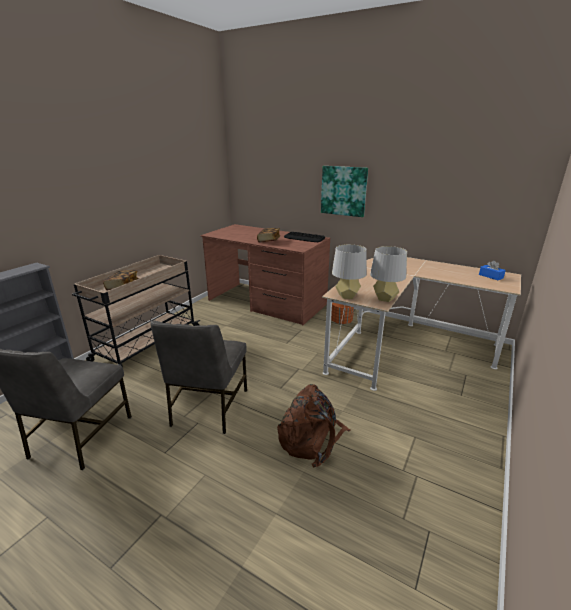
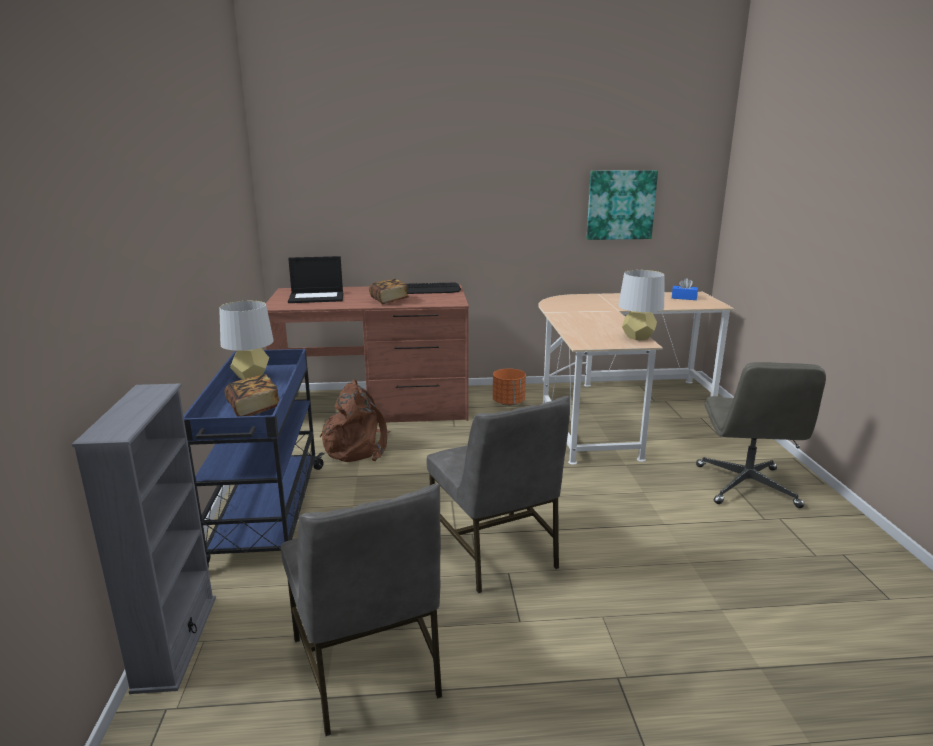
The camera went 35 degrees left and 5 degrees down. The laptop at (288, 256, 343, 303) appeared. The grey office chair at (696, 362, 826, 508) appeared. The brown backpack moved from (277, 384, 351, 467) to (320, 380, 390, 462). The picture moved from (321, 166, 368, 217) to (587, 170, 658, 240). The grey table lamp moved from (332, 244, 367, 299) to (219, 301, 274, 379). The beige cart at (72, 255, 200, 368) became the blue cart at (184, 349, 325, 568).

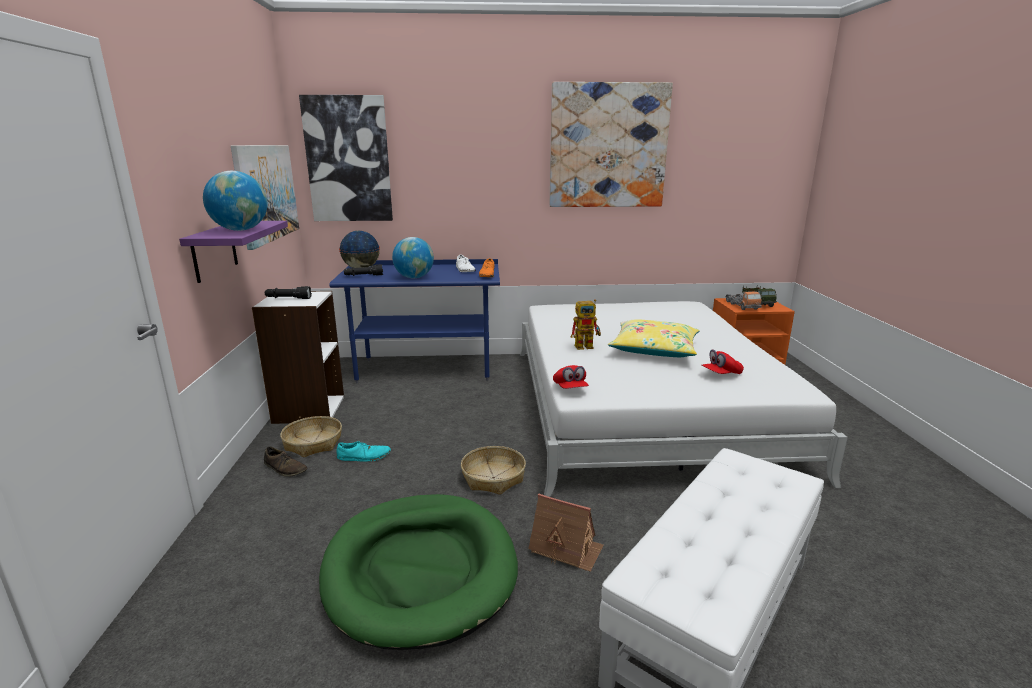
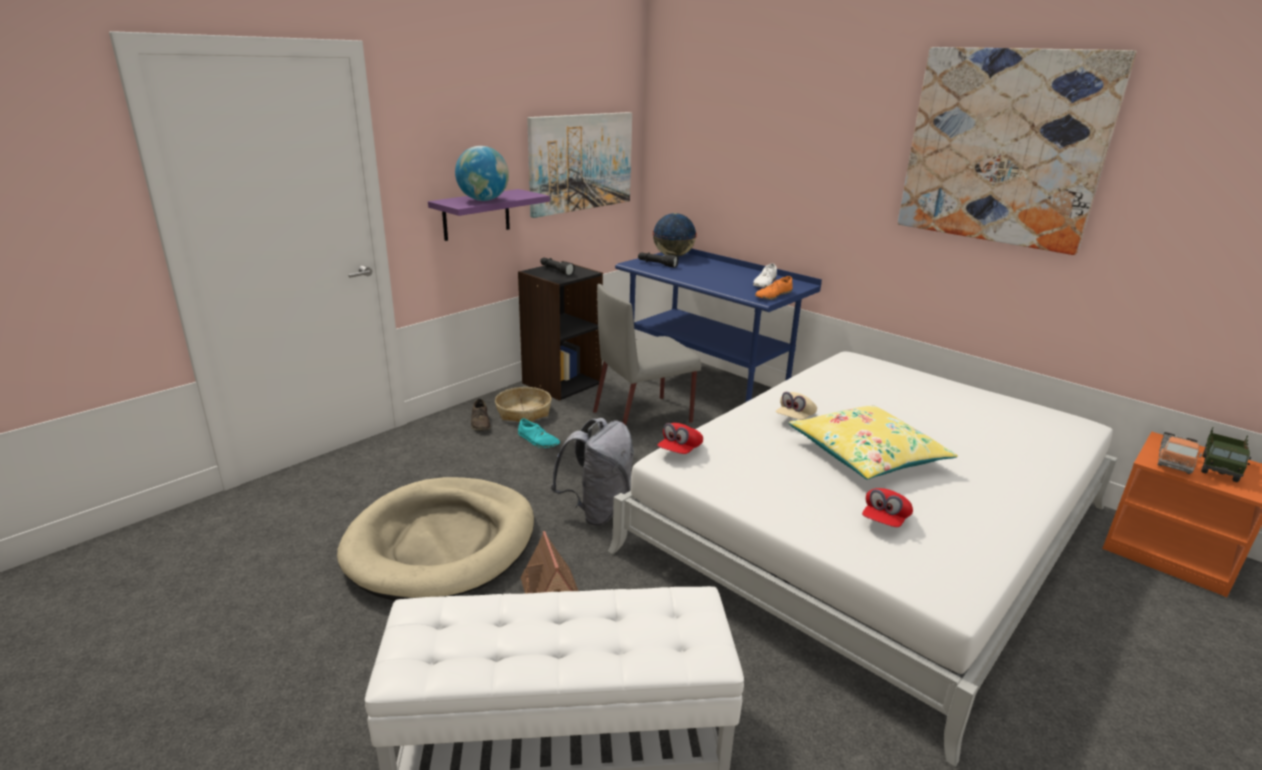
The camera went 45 degrees right and 5 degrees up. The picture at (299, 95, 393, 221) disappeared. The globe at (392, 237, 434, 278) disappeared. The grey chair at (593, 284, 701, 425) appeared. The basket at (461, 446, 526, 495) was replaced by the grey backpack at (550, 418, 634, 526). The toy robot at (571, 299, 601, 350) was replaced by the beige cap at (776, 392, 817, 420). The white bookcase at (252, 291, 344, 424) became the black bookcase at (518, 261, 603, 401). The green dog bed at (319, 494, 518, 650) became the beige dog bed at (337, 477, 534, 601). The red cap at (701, 349, 744, 374) turned 75 degrees counterclockwise.

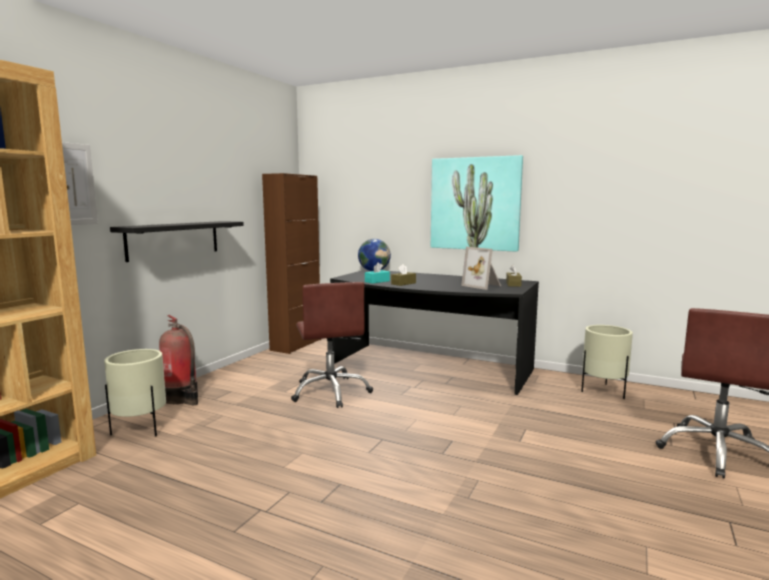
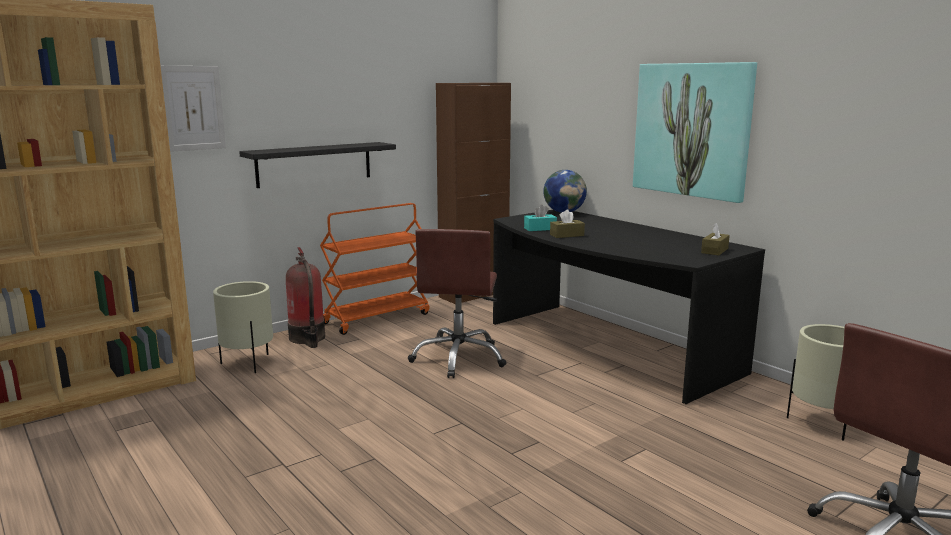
The camera went 25 degrees right and 5 degrees up. The picture frame at (461, 247, 501, 290) disappeared. The orange cart at (320, 203, 429, 335) appeared.

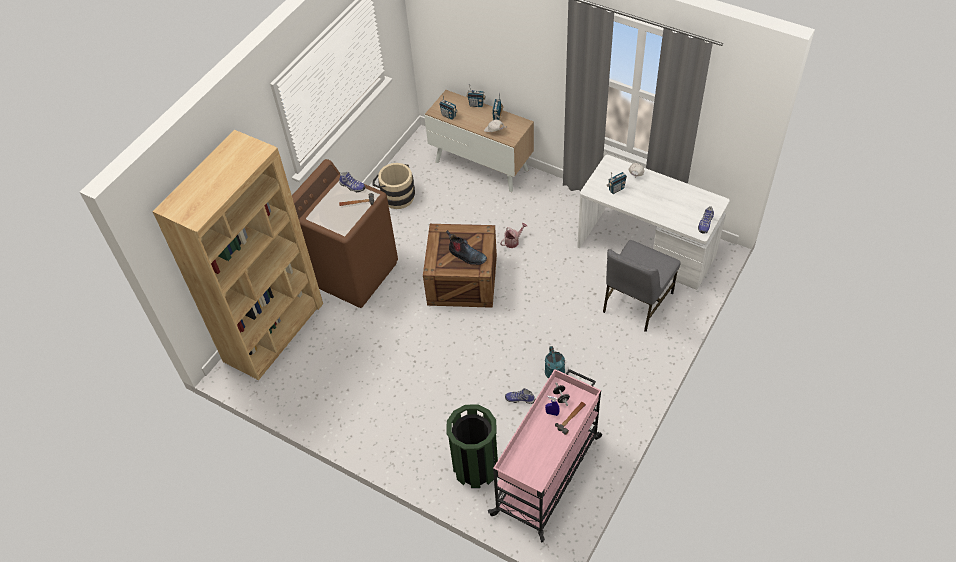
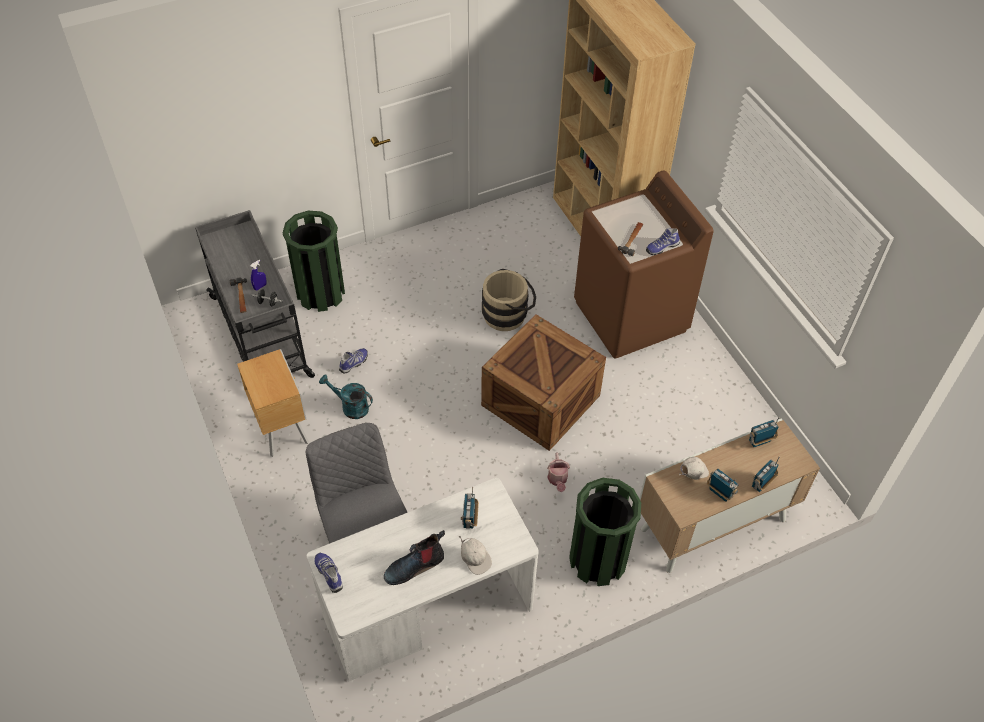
The camera went 120 degrees right and 0 degrees up. The brown nightstand at (237, 349, 309, 457) appeared. The green trash can at (569, 478, 641, 586) appeared. The beige bucket moved from (373, 163, 415, 209) to (482, 268, 536, 331). The boot moved from (446, 230, 487, 265) to (384, 530, 445, 585). The pink cart at (488, 369, 602, 542) became the grey cart at (195, 210, 315, 378).

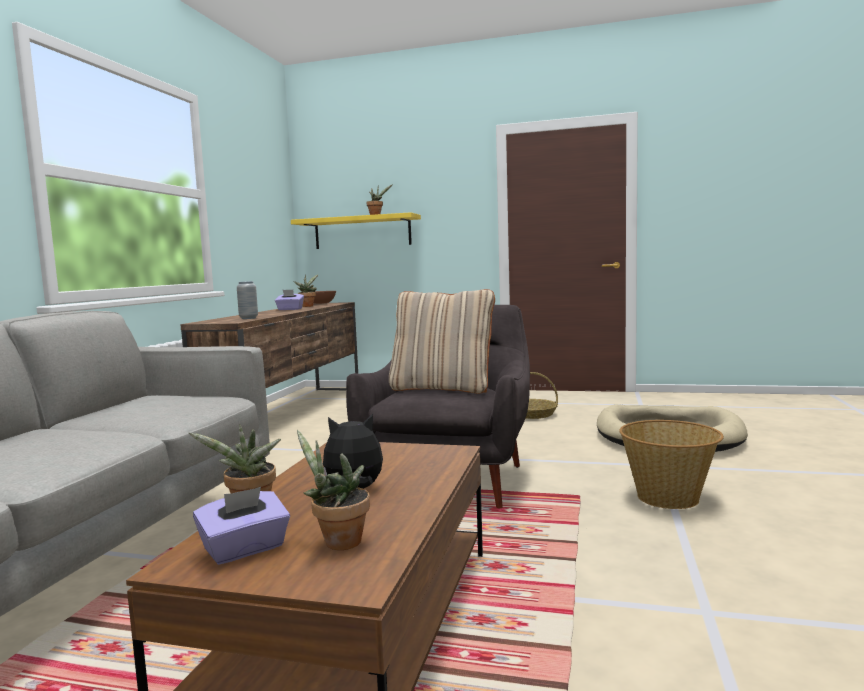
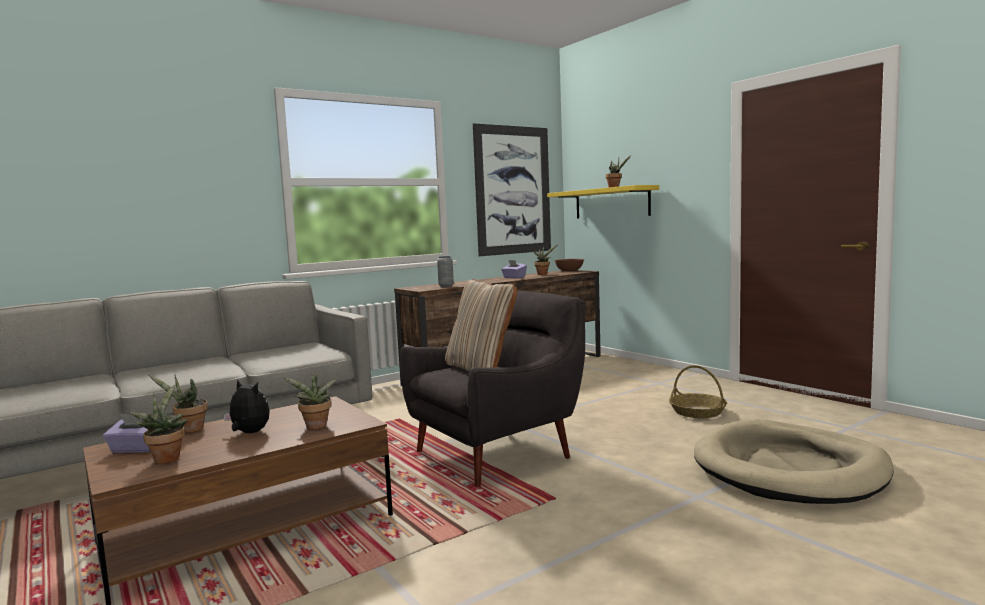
The camera went 40 degrees right and 0 degrees up. The basket at (619, 420, 724, 509) disappeared. The potted plant at (284, 371, 337, 429) appeared. The picture at (473, 124, 551, 256) appeared.

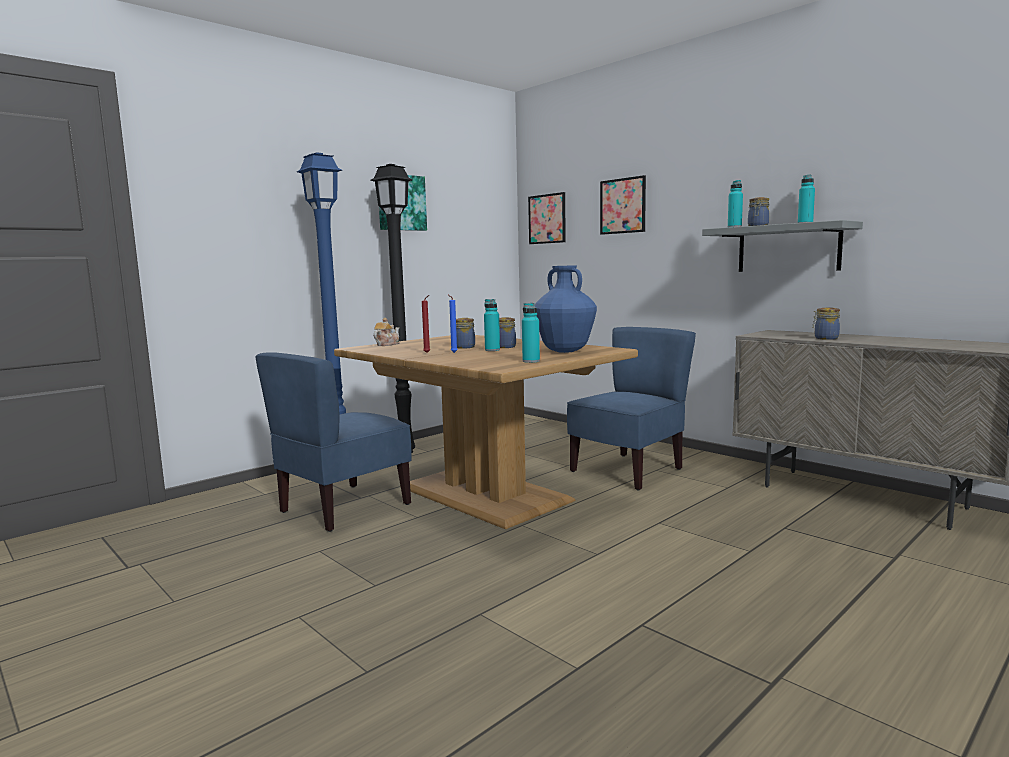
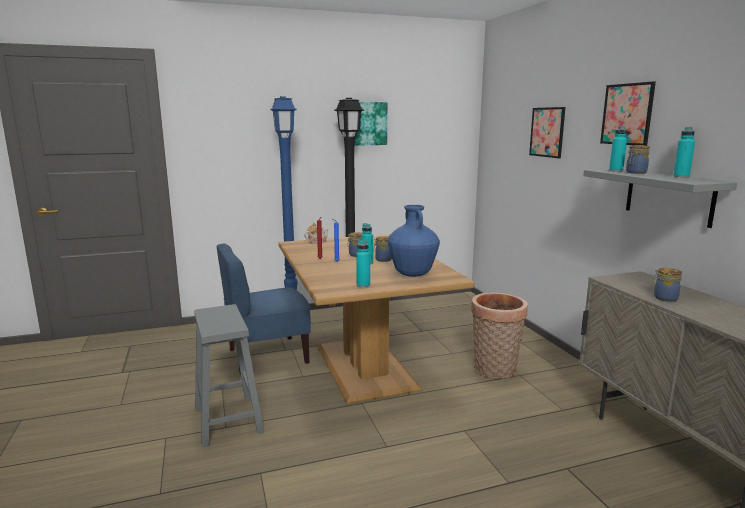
The camera went 25 degrees right and 5 degrees up. The grey stool at (194, 304, 264, 447) appeared. The picture moved from (528, 192, 566, 244) to (600, 81, 656, 146). The blue chair at (567, 327, 696, 490) was replaced by the basket at (471, 292, 528, 378).

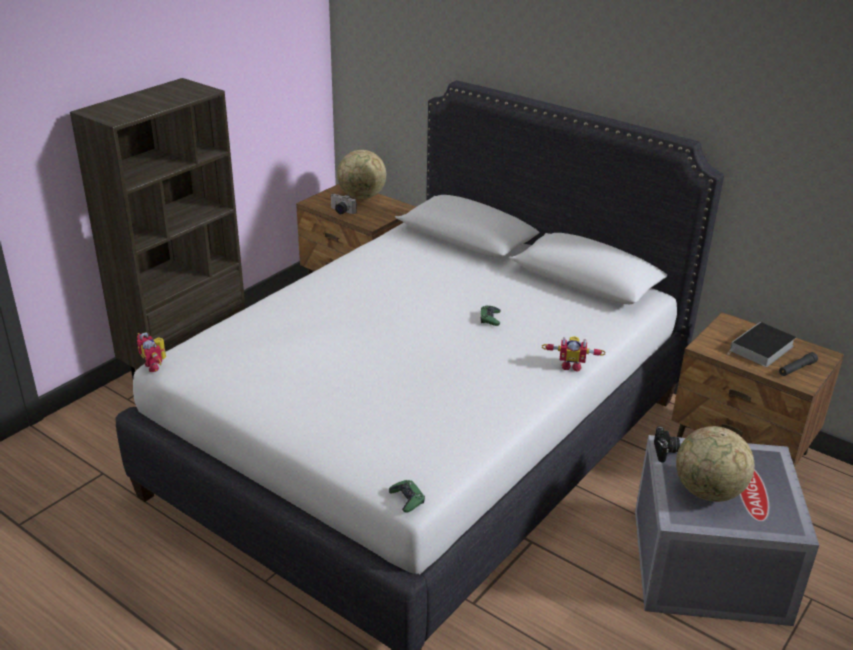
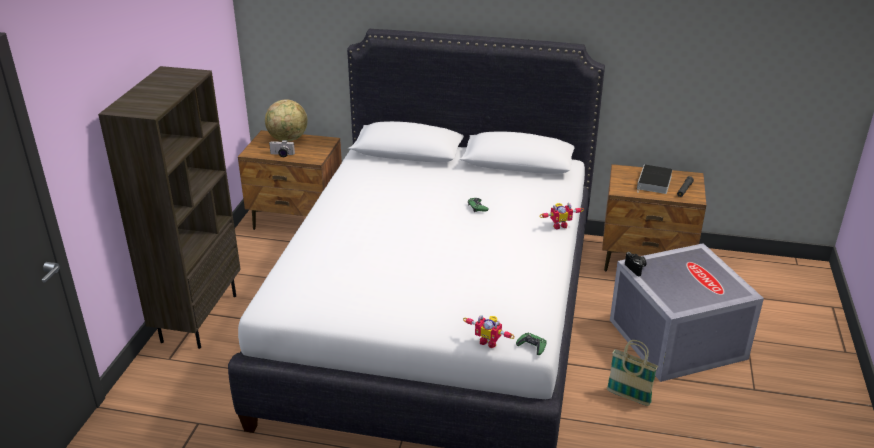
The camera went 25 degrees left and 0 degrees up. The globe at (676, 426, 754, 502) disappeared. The basket at (607, 340, 658, 406) appeared. The toy robot moved from (137, 333, 166, 372) to (463, 315, 515, 348).

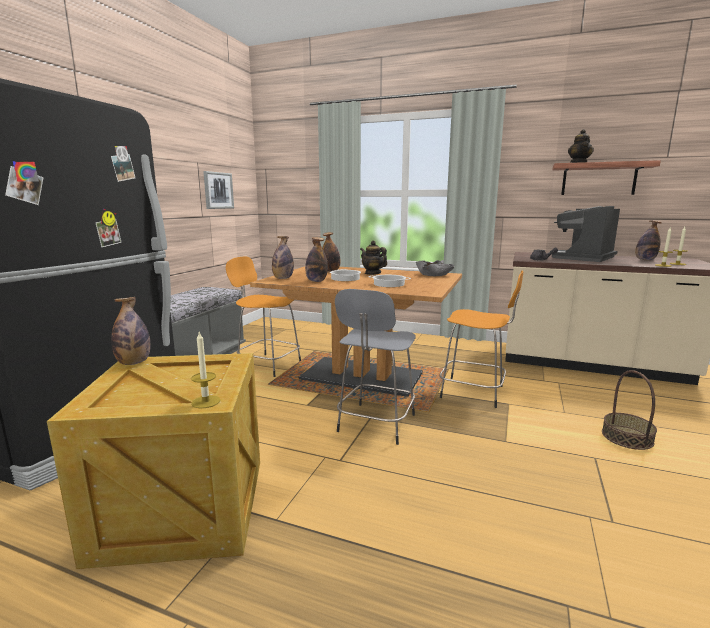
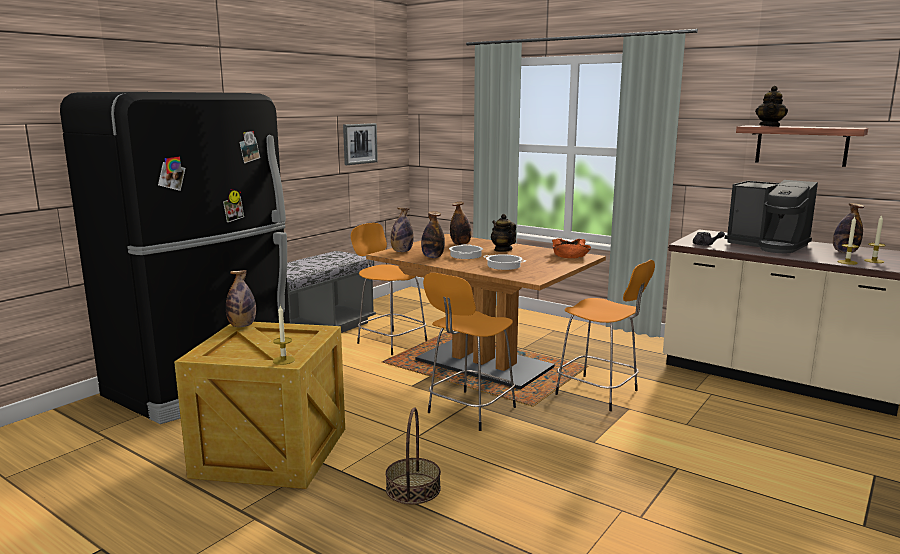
The camera went 15 degrees right and 0 degrees up. The basket moved from (602, 370, 657, 450) to (385, 407, 441, 504). The grey stool at (335, 289, 416, 445) became the orange stool at (423, 273, 516, 431). The grey bowl at (416, 260, 455, 276) became the orange bowl at (552, 238, 591, 258). The coffee machine at (550, 206, 620, 262) turned 105 degrees counterclockwise.

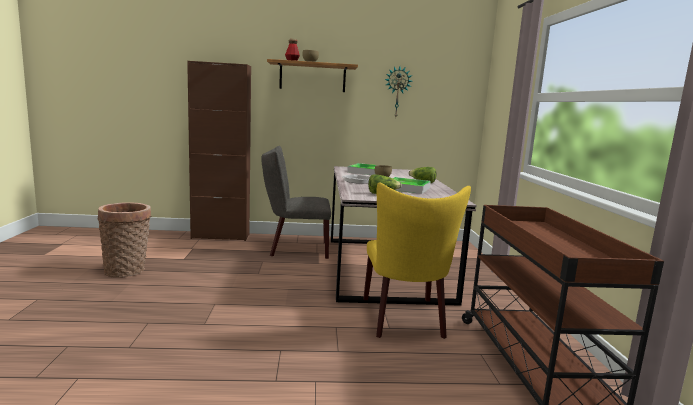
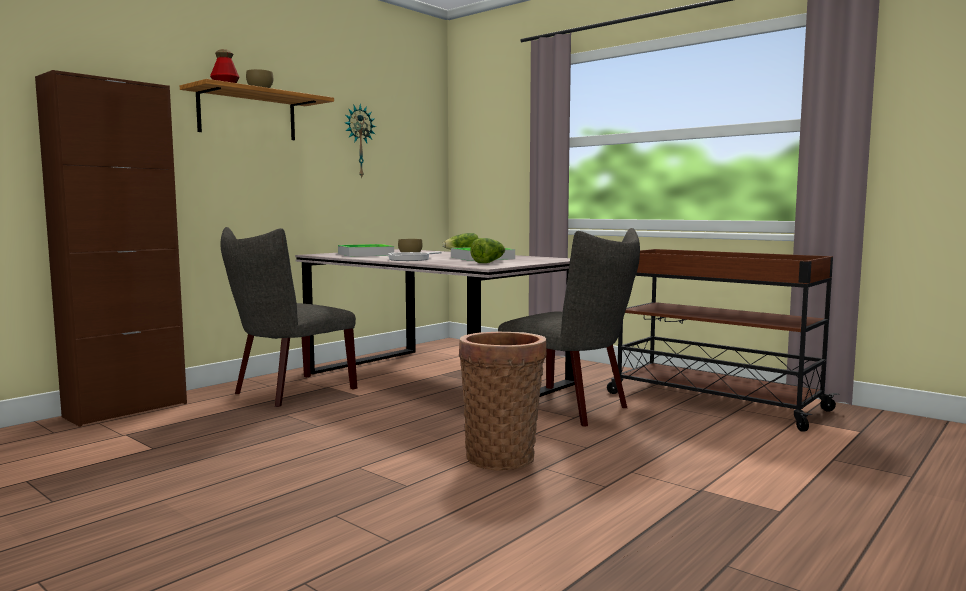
The camera went 45 degrees left and 5 degrees down. The basket moved from (98, 202, 151, 278) to (459, 332, 547, 470). The yellow chair at (363, 182, 471, 339) became the grey chair at (498, 228, 640, 427).

